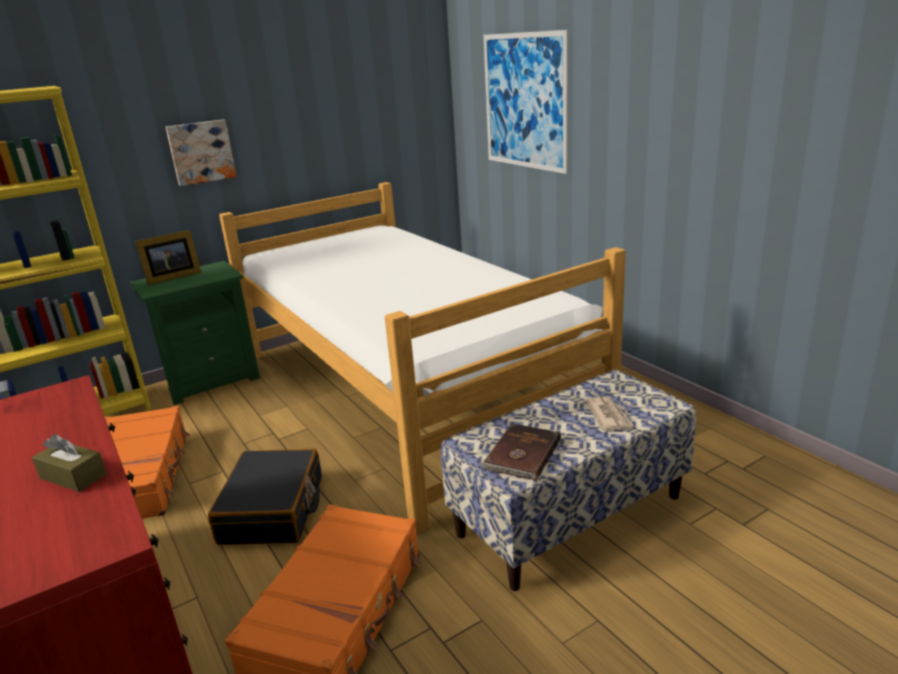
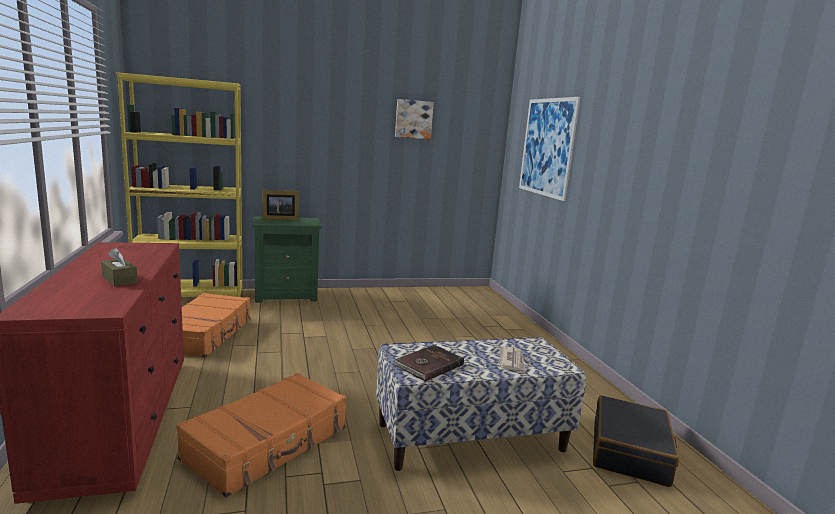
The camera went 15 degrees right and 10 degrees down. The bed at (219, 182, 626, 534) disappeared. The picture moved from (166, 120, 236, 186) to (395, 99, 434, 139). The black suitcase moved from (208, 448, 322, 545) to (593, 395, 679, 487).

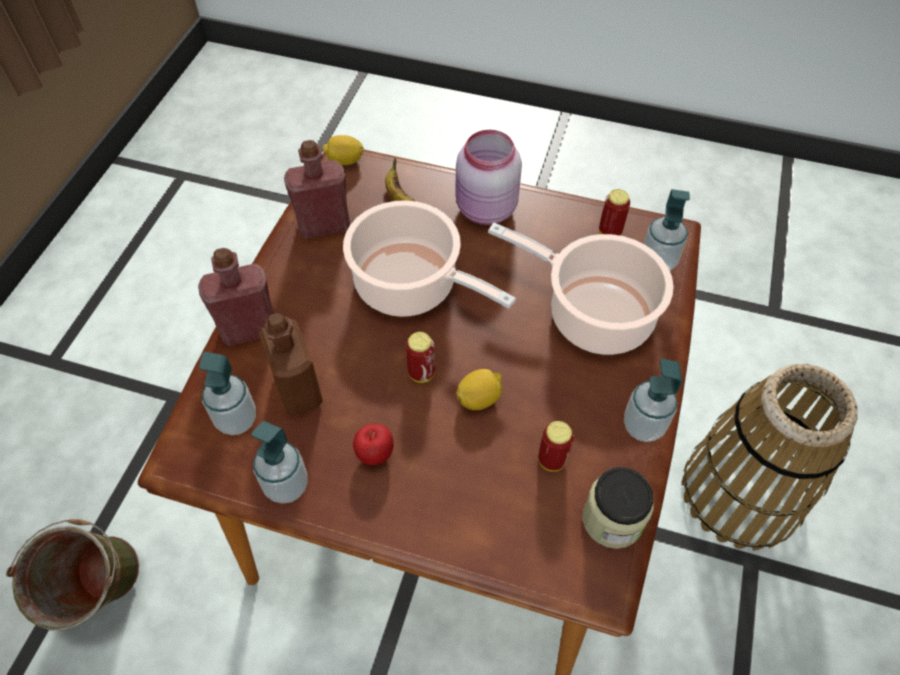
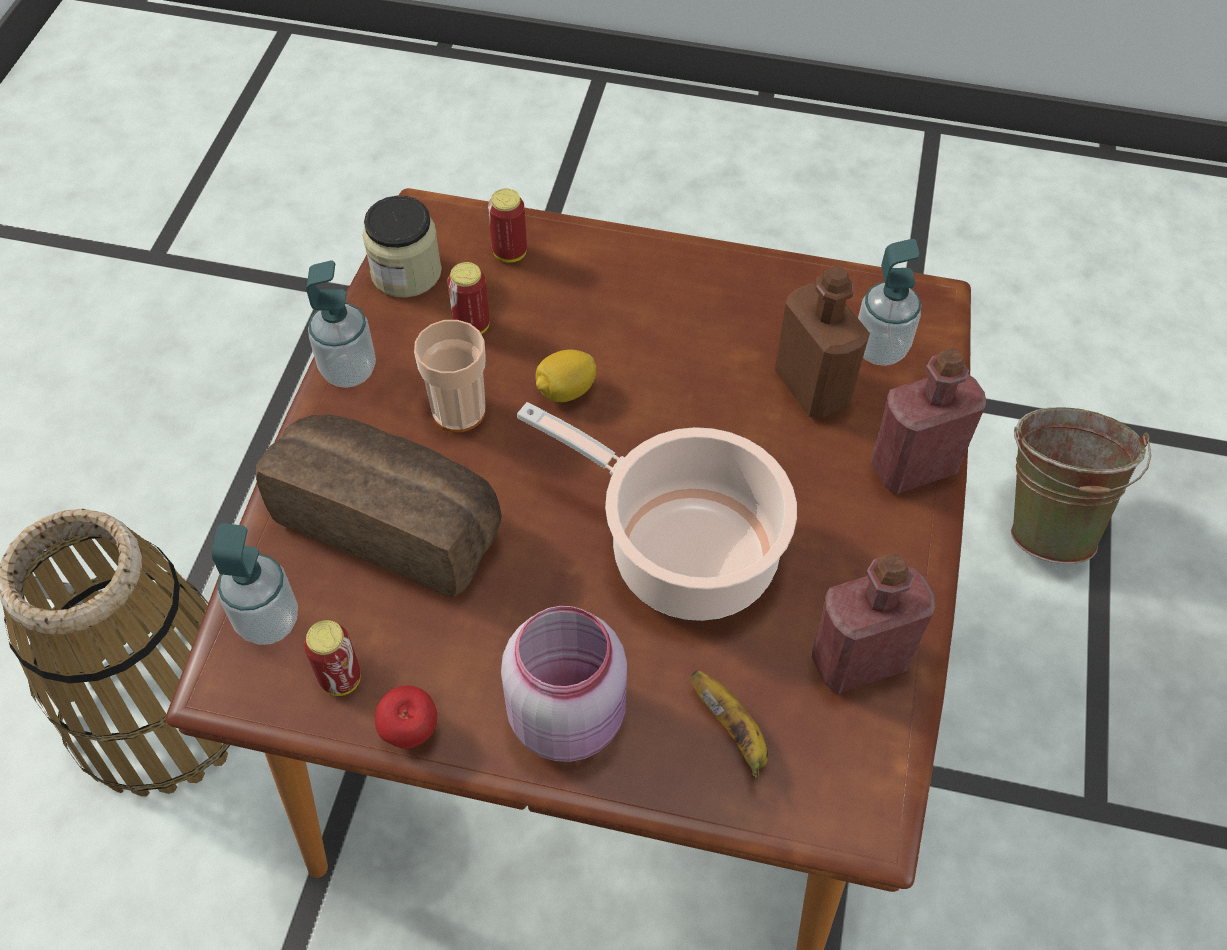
The camera went 175 degrees right and 0 degrees up. The soap dispenser at (252, 421, 308, 504) disappeared. The lemon at (322, 135, 364, 165) disappeared. The cup at (414, 320, 486, 432) appeared. The apple moved from (353, 424, 394, 465) to (375, 685, 437, 749). The can moved from (406, 332, 435, 383) to (488, 189, 527, 262). The cooking pot at (488, 223, 674, 355) was replaced by the bread at (256, 415, 502, 598).

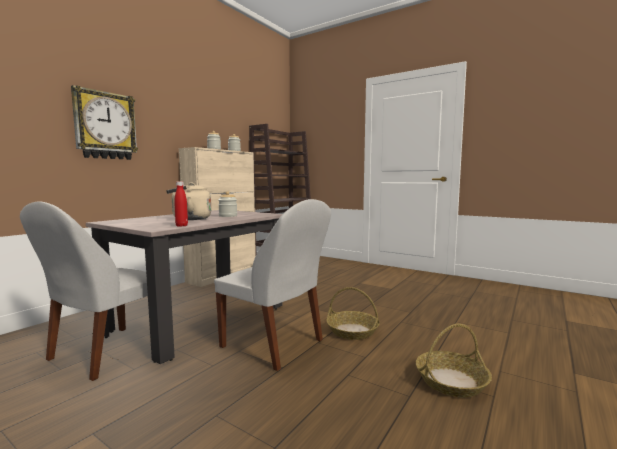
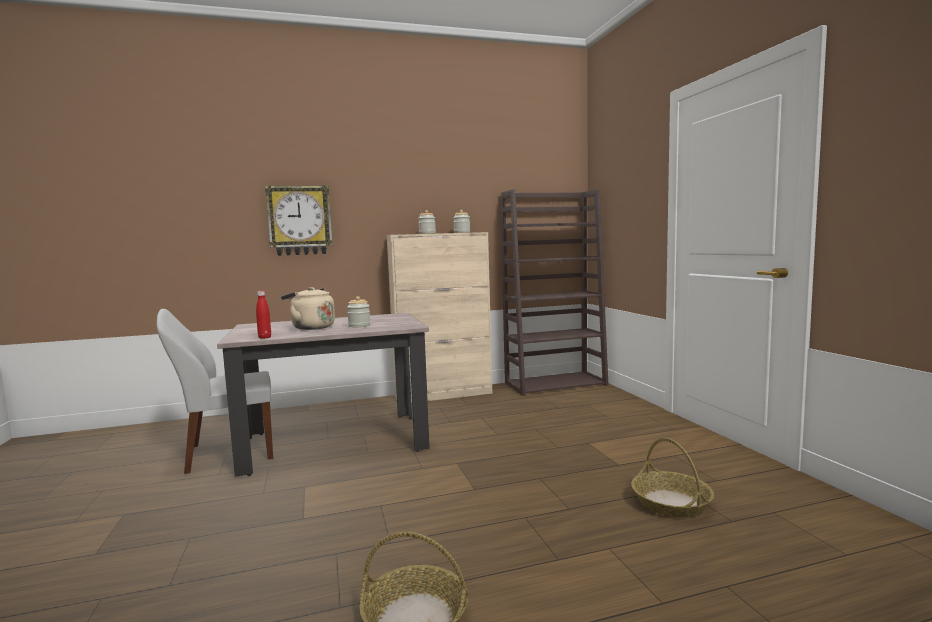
The camera went 40 degrees right and 0 degrees up. The white chair at (214, 199, 331, 371) disappeared. The basket moved from (326, 287, 380, 340) to (631, 438, 714, 517).

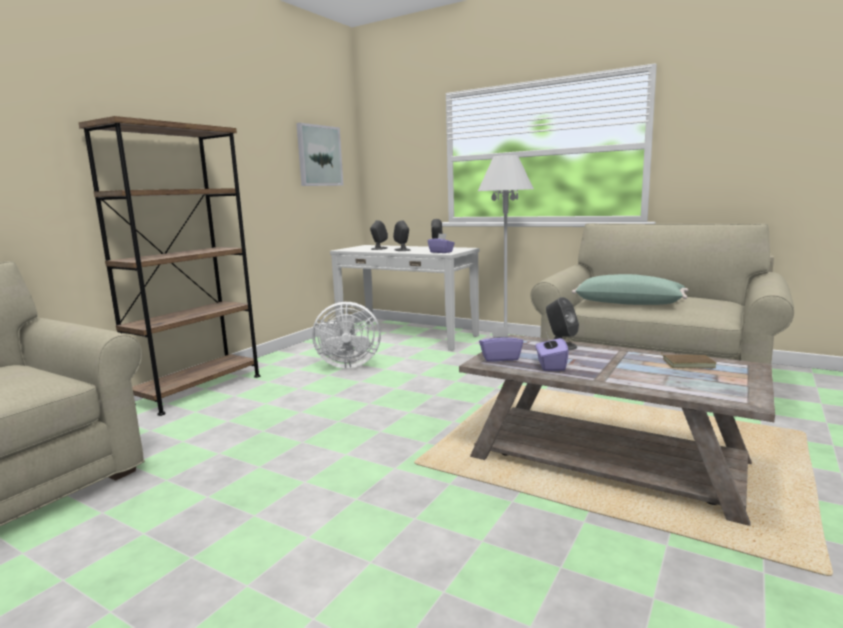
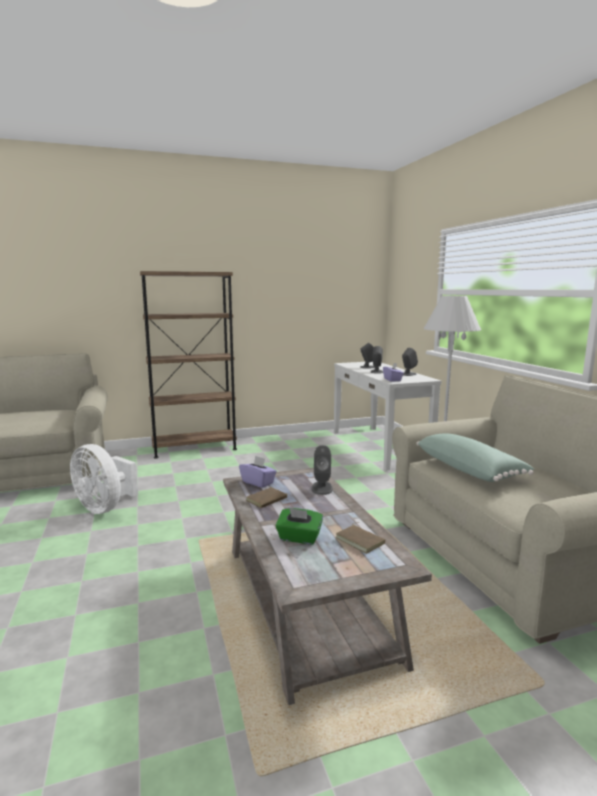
The camera went 40 degrees right and 0 degrees up. The picture at (296, 123, 343, 186) disappeared. The green tissue box at (276, 508, 323, 544) appeared. The white fan moved from (312, 302, 381, 368) to (70, 444, 138, 514). The purple tissue box at (536, 332, 569, 371) was replaced by the brown book at (246, 487, 292, 508).

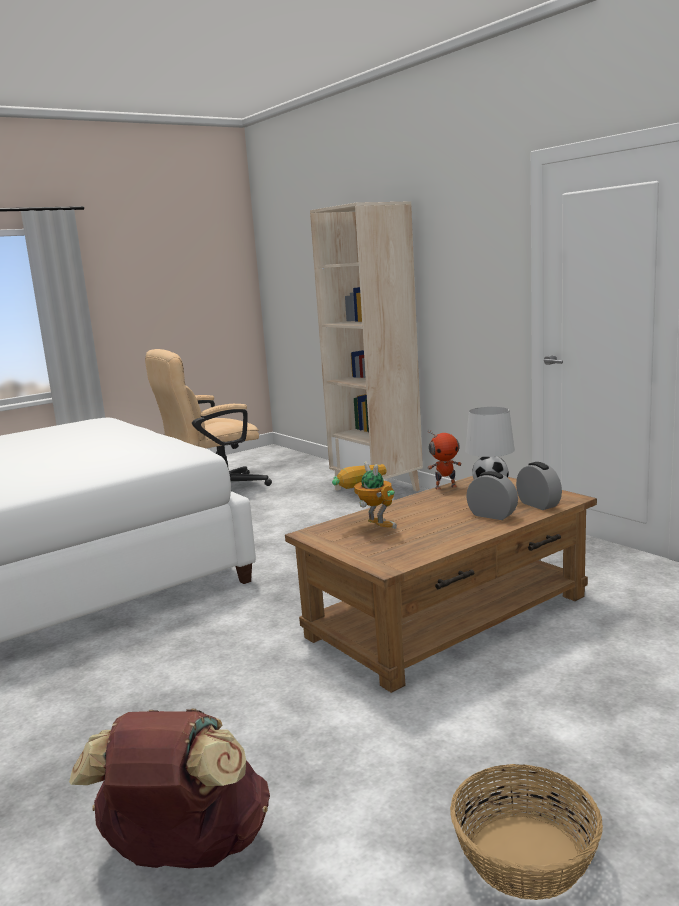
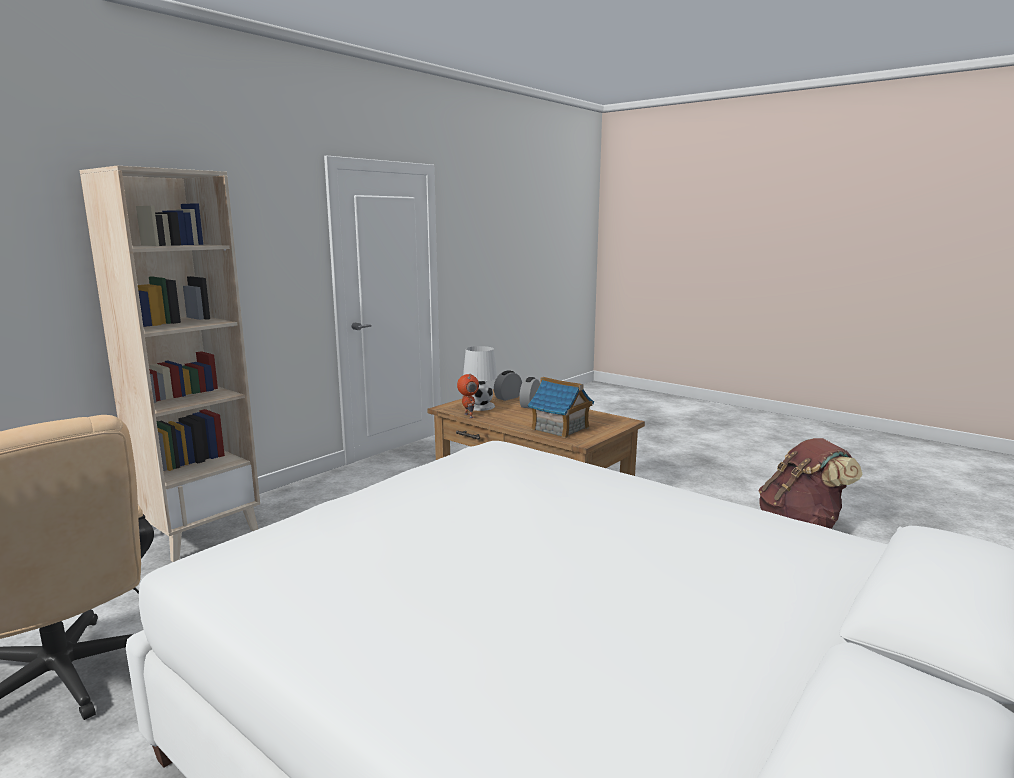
The camera went 105 degrees left and 0 degrees up. The basket at (450, 764, 603, 900) disappeared. The toy robot at (332, 462, 397, 529) was replaced by the toy house at (528, 377, 594, 438).

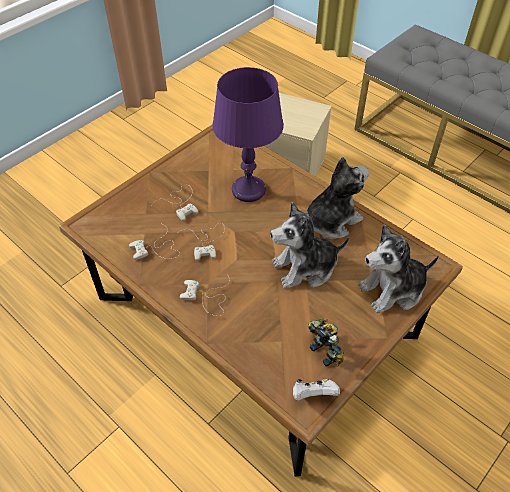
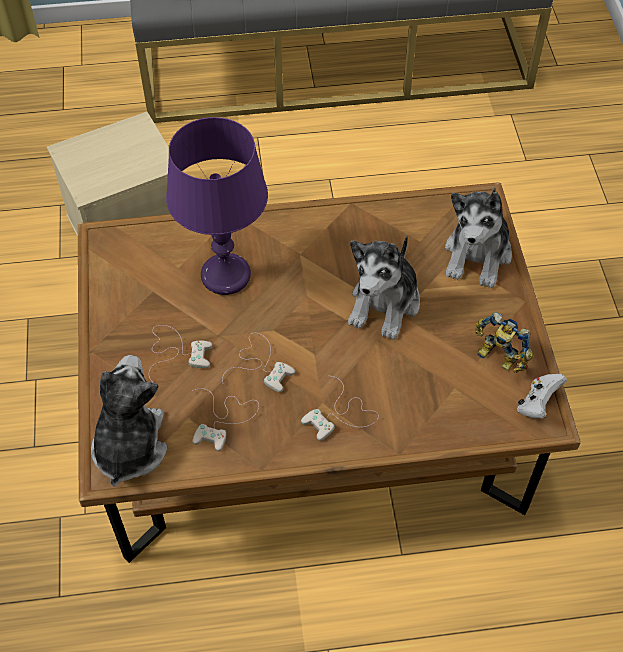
The camera went 50 degrees left and 5 degrees up. The plush toy moved from (306, 157, 369, 239) to (91, 355, 167, 487). The toy robot at (307, 318, 344, 367) turned 150 degrees counterclockwise.

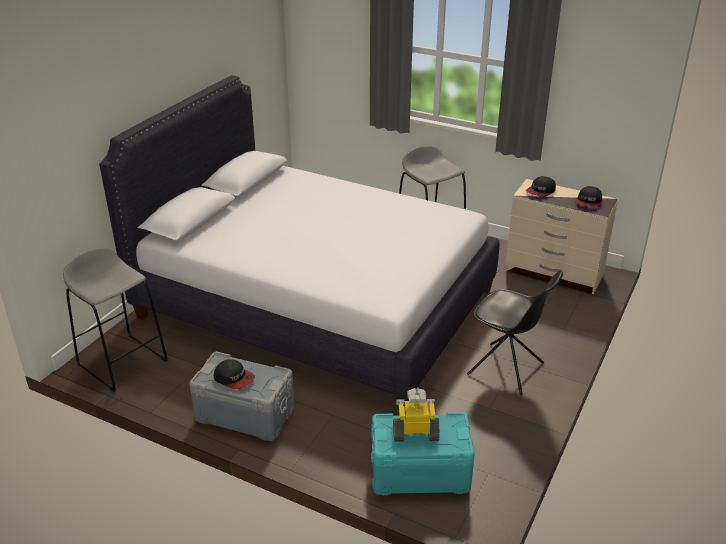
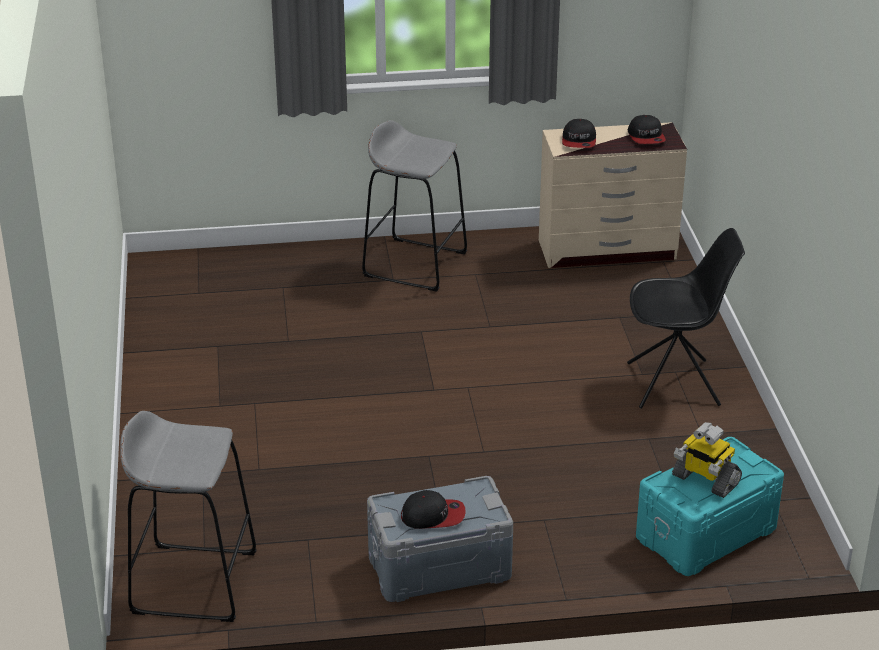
The camera went 35 degrees left and 0 degrees up. The white bed at (99, 75, 499, 411) disappeared. The toy robot at (393, 388, 440, 442) turned 105 degrees counterclockwise.

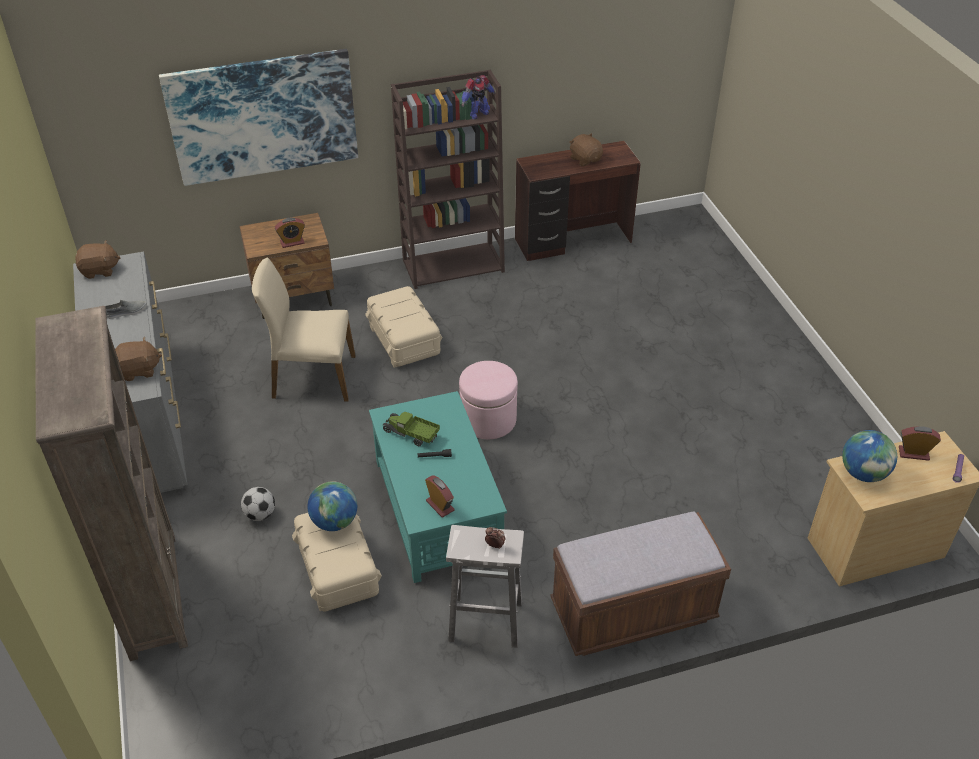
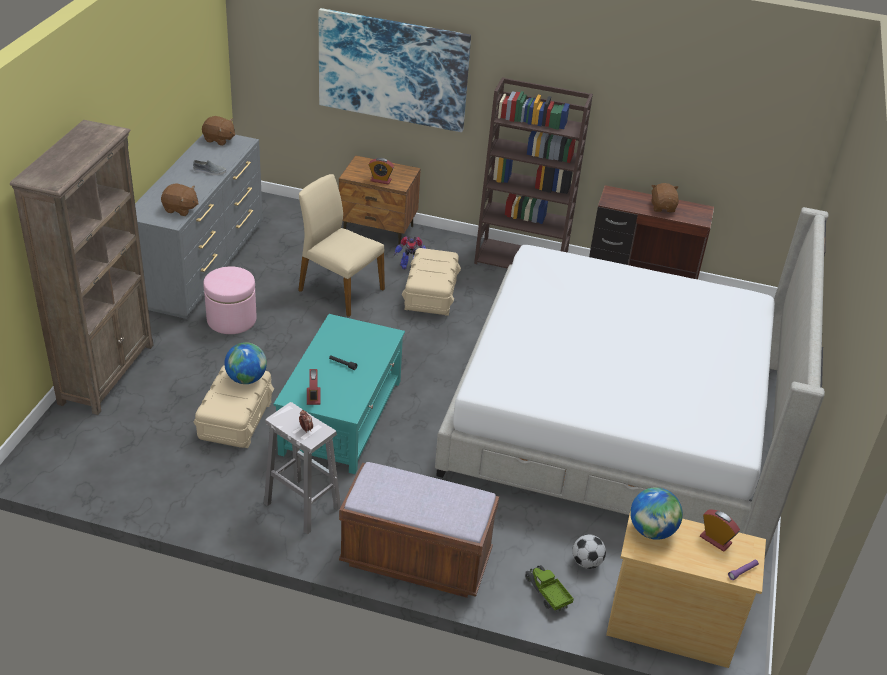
The camera went 30 degrees right and 5 degrees down. The bed at (435, 207, 828, 557) appeared. The football moved from (241, 487, 275, 521) to (572, 534, 606, 569). The toy truck moved from (382, 412, 440, 446) to (525, 565, 574, 612). The pink ottoman moved from (459, 361, 518, 439) to (203, 266, 257, 334). The toy robot moved from (462, 75, 495, 119) to (394, 236, 426, 270).

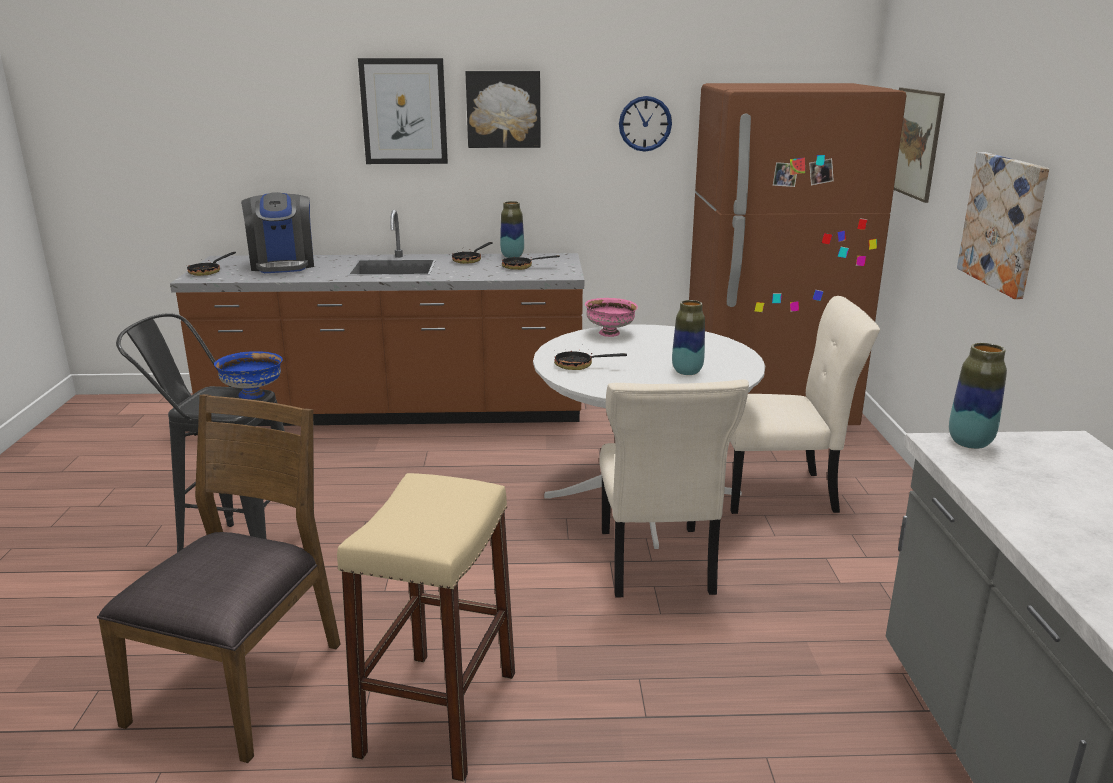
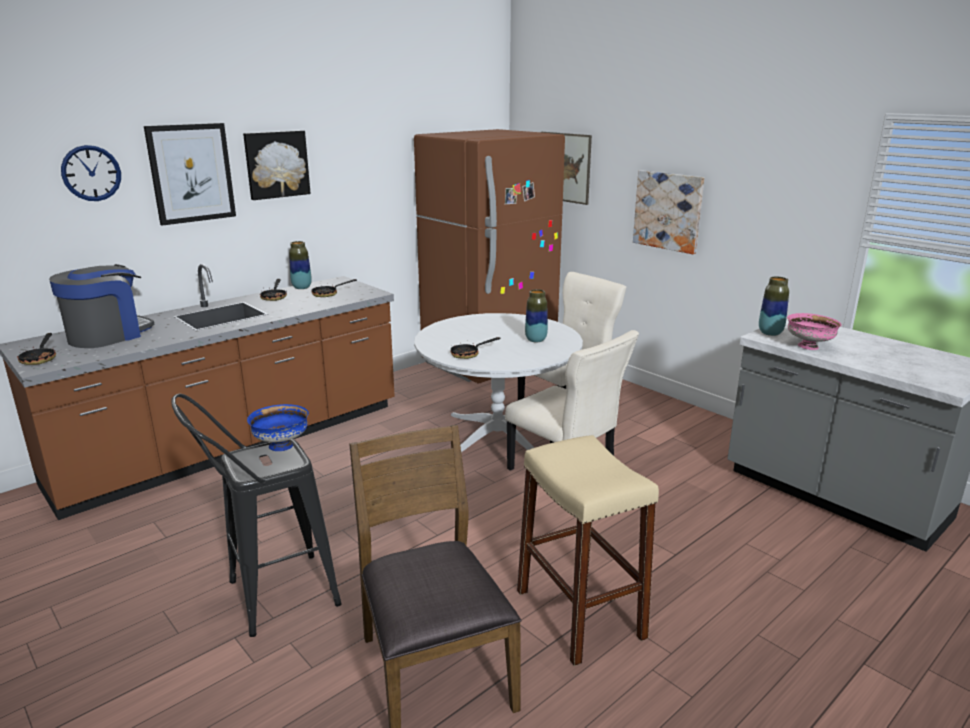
The camera went 40 degrees left and 0 degrees up. The pink bowl moved from (585, 298, 638, 337) to (787, 313, 841, 350). The wall clock moved from (619, 96, 672, 152) to (61, 145, 121, 201). The coffee machine at (241, 192, 314, 273) turned 90 degrees counterclockwise.

